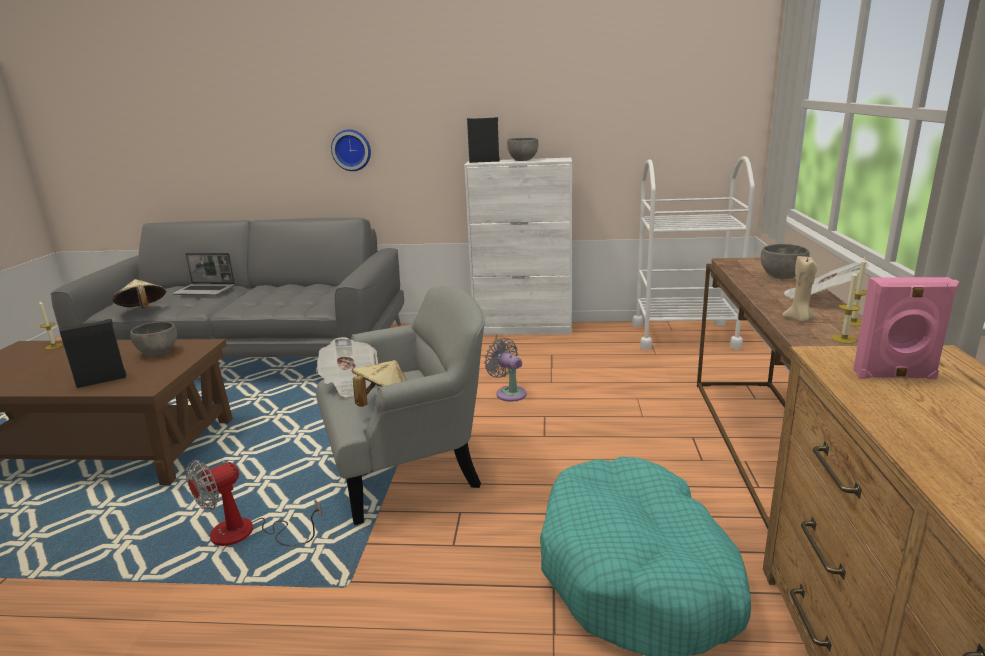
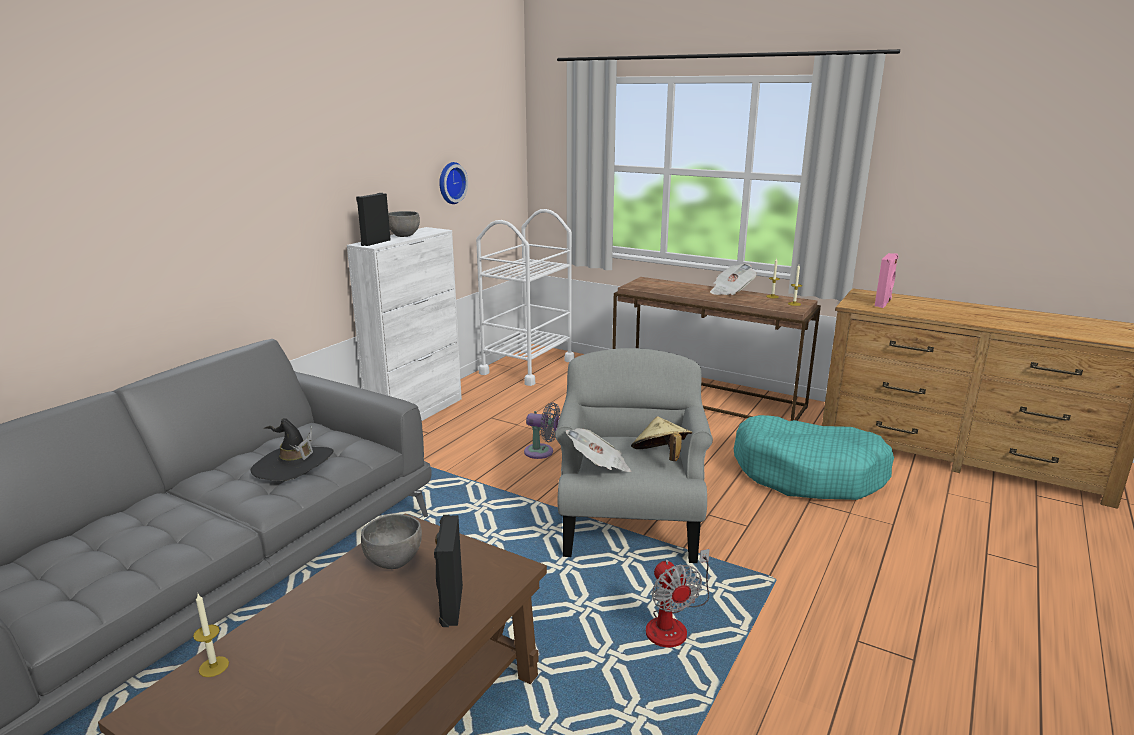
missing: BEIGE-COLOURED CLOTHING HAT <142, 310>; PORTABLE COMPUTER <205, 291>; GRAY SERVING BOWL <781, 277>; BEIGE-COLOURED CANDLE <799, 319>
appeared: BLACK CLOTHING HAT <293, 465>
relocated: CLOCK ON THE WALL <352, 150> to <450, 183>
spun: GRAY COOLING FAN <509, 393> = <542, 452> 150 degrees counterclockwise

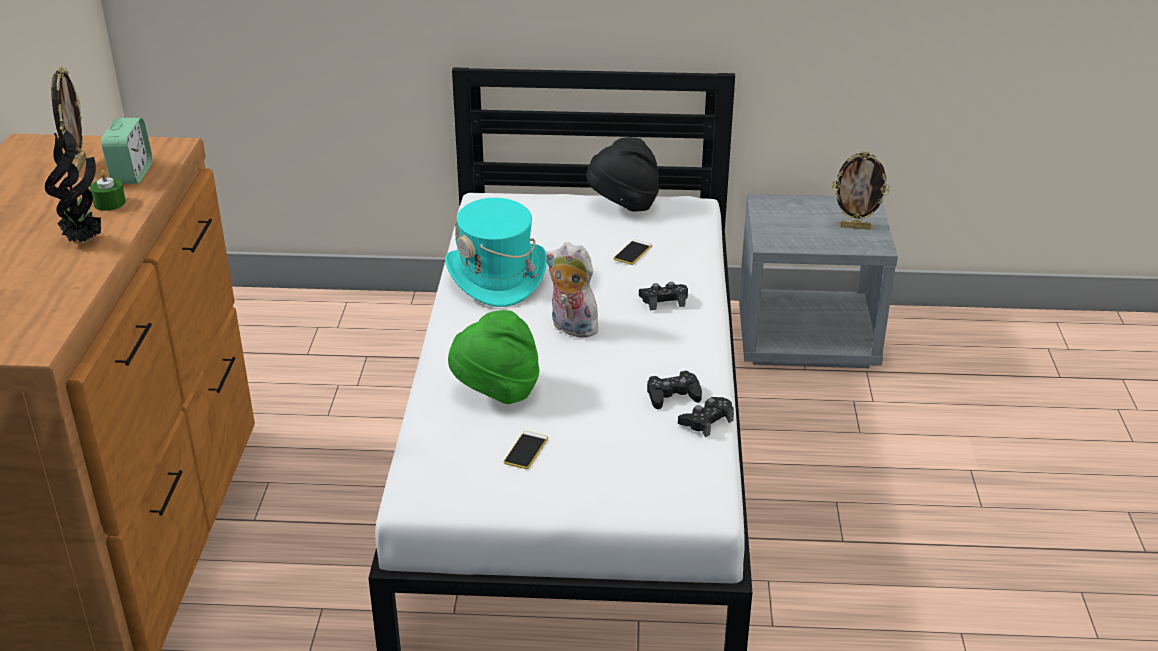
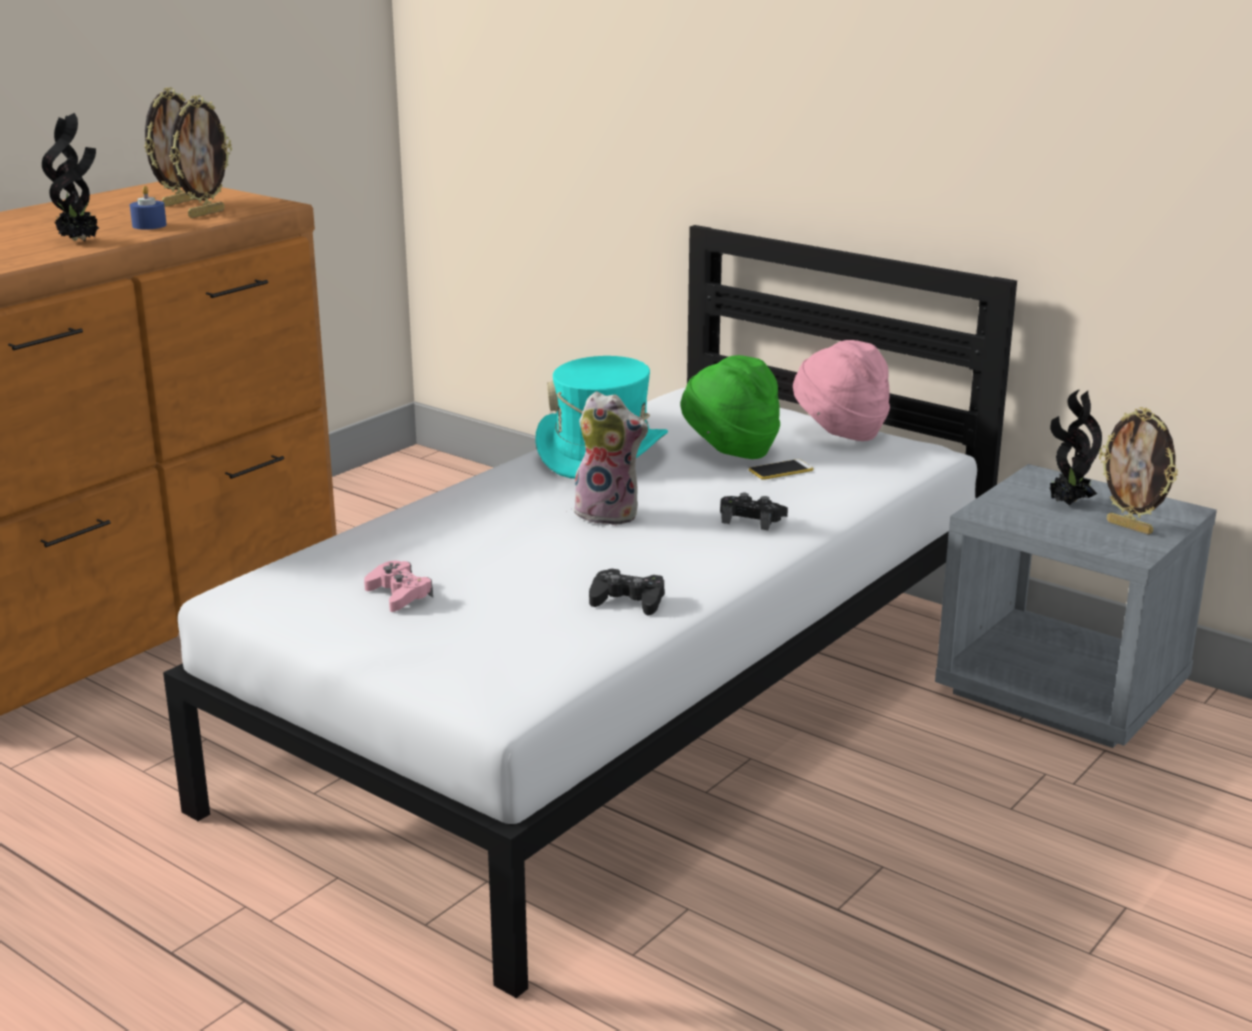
missing: BLACK GAME CONTROLLER <706, 421>
appeared: HOUSEPLANT <1067, 503>
relocated: GREENISH CLOTHING HAT <496, 392> to <730, 450>
exchanged: ALARM CLOCK <132, 174> to PHOTO FRAME <205, 213>; PHONE <526, 450> to PINKISH GAME CONTROLLER <399, 595>
colour: GREENISH CANDLE <109, 203> to BLUE-COLOURED CANDLE <149, 225>; BLACK CLOTHING HAT <623, 205> to PINKISH CLOTHING HAT <840, 432>
spun: SOFT TOY <571, 328> = <610, 513> 135 degrees clockwise

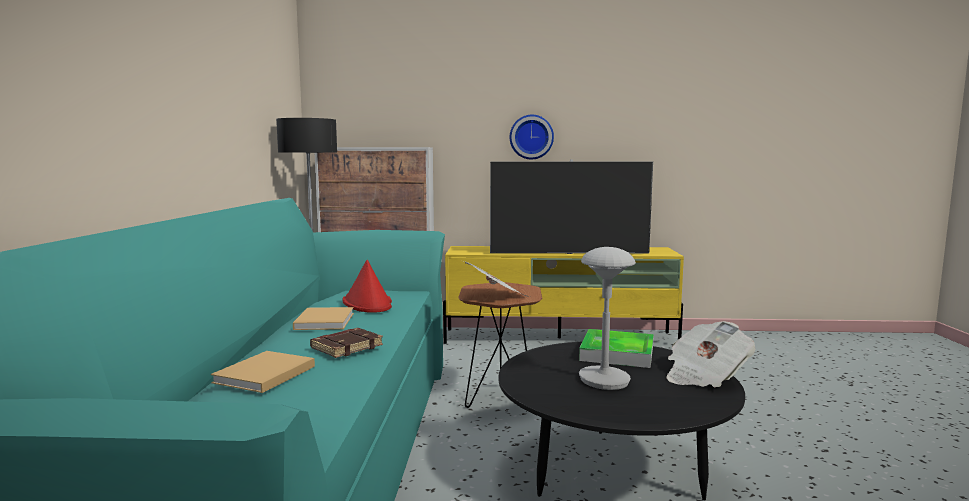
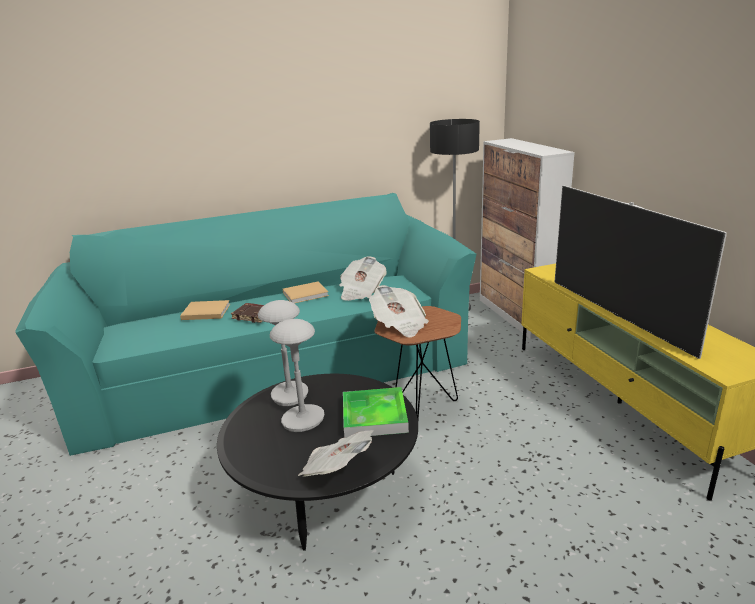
missing: CLOCK ON THE WALL <531, 137>
appeared: GRAY TABLETOP LAMP <289, 395>
exchanged: REDDISH CLOTHING HAT <367, 303> to NEWSPAPER <361, 291>

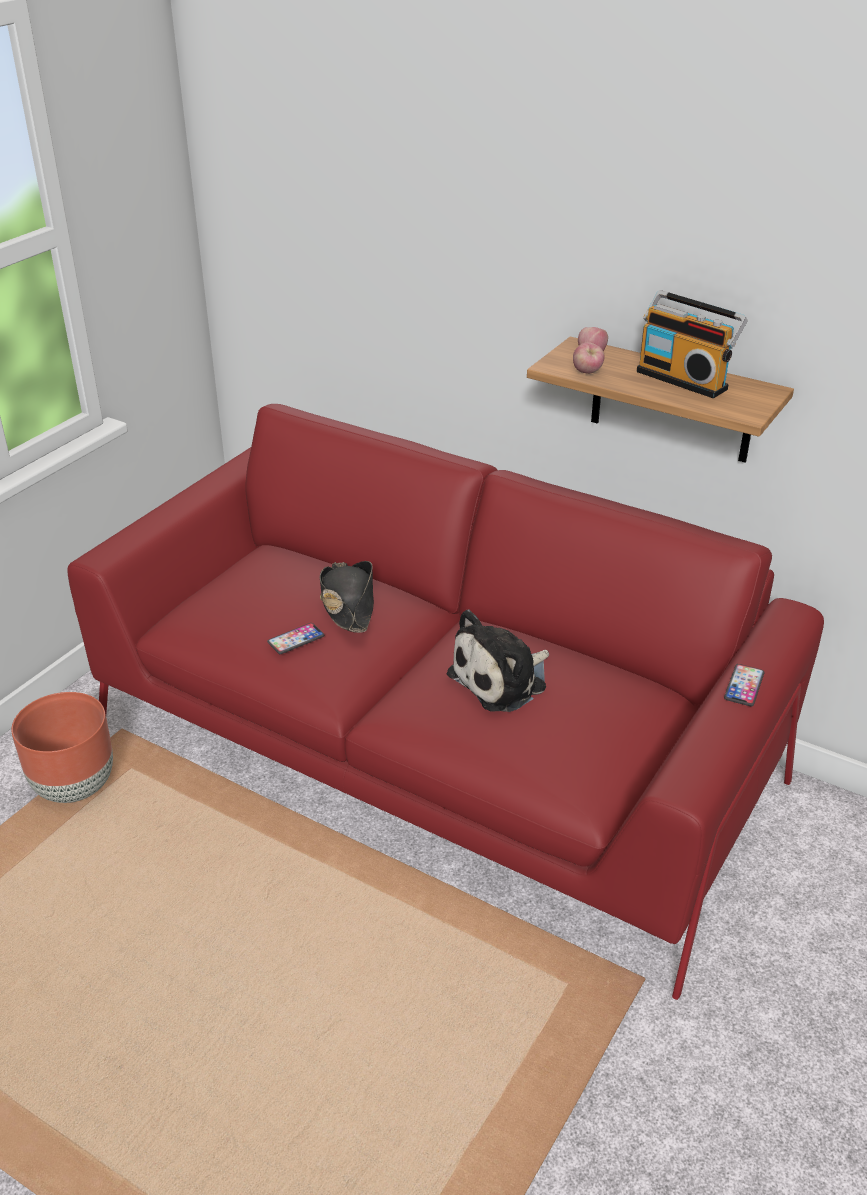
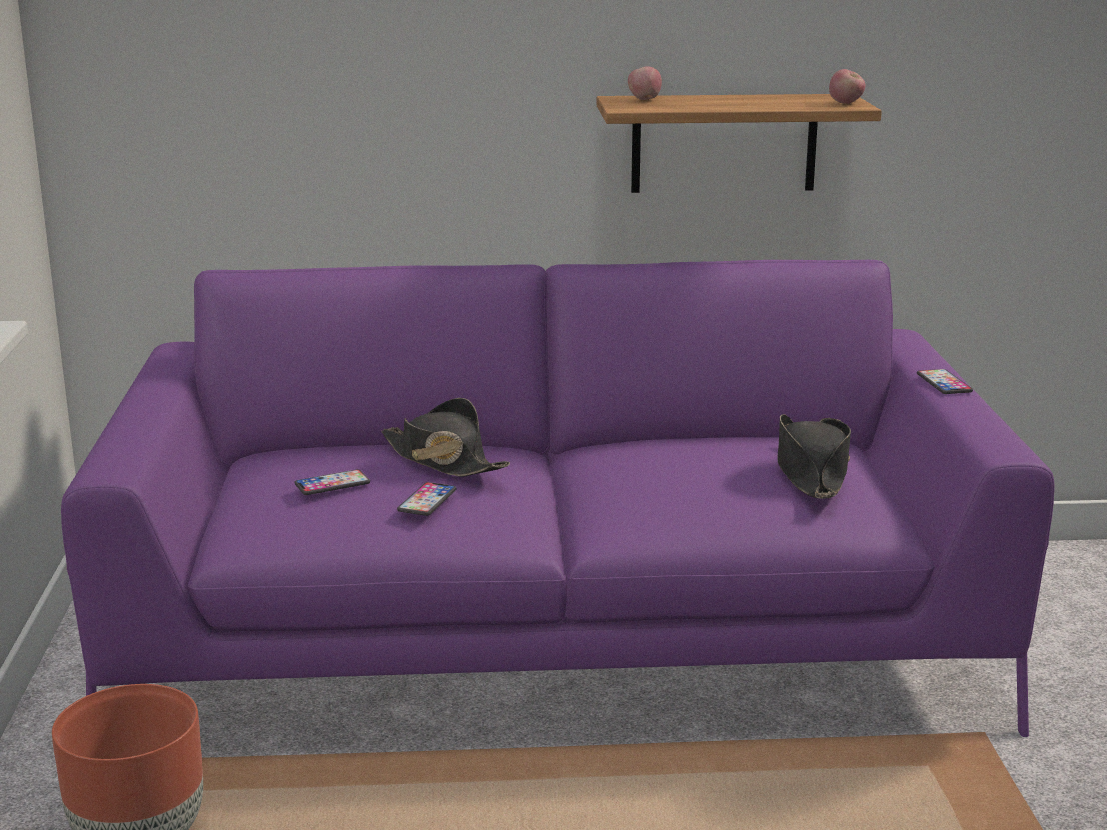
missing: SOFT TOY <502, 680>; RADIO RECEIVER <684, 379>
appeared: PHONE <332, 484>; BLACK CLOTHING HAT <811, 471>
relocated: APPLE FRUIT <587, 372> to <846, 103>
colour: REDDISH SOFA <434, 750> to PURPLE-COLOURED SOFA <554, 645>

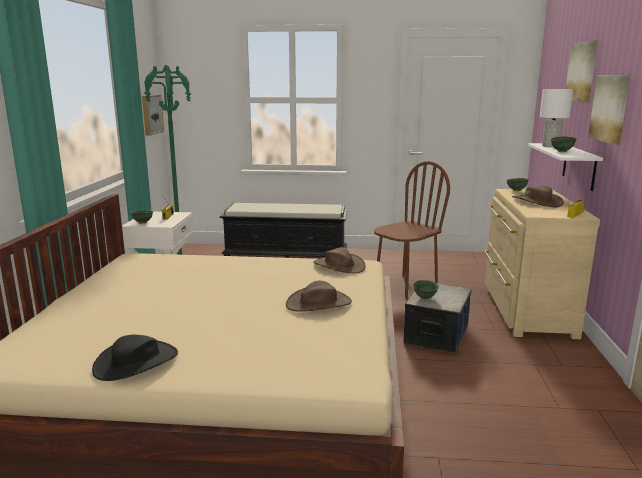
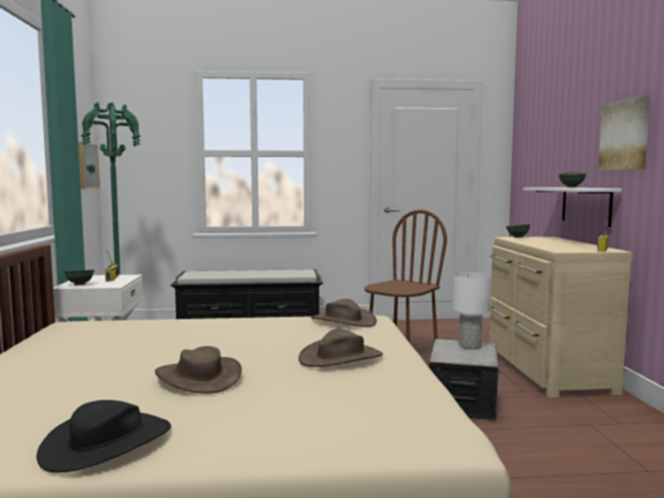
missing: GREENISH SERVING BOWL <425, 298>; WALL ART <582, 71>
relocated: BROWN CLOTHING HAT <537, 201> to <199, 377>; WHITE TABLETOP LAMP <550, 146> to <469, 346>

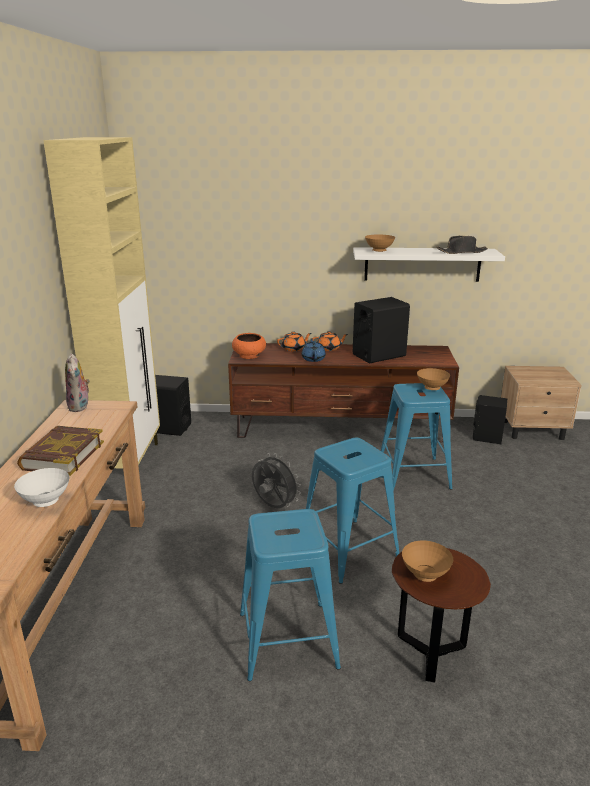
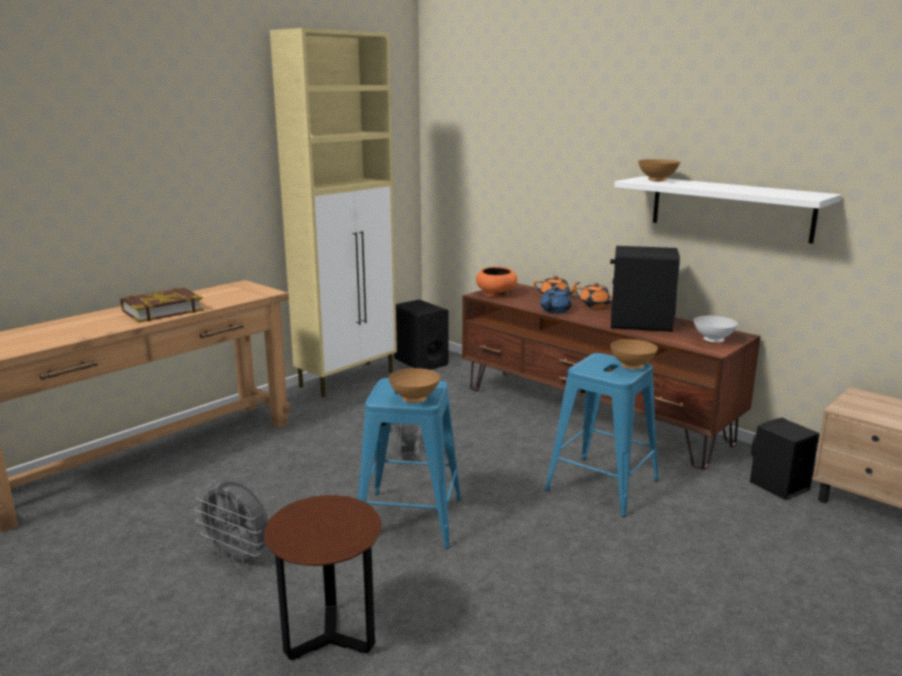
missing: SOFT TOY <80, 407>; BLACK CLOTHING HAT <461, 252>
relocated: WHITE SERVING BOWL <45, 501> to <713, 340>; BROWN SERVING BOWL <426, 575> to <415, 400>
exchanged: BLUE-COLOURED STOOL <287, 640> to GRAY COOLING FAN <239, 557>

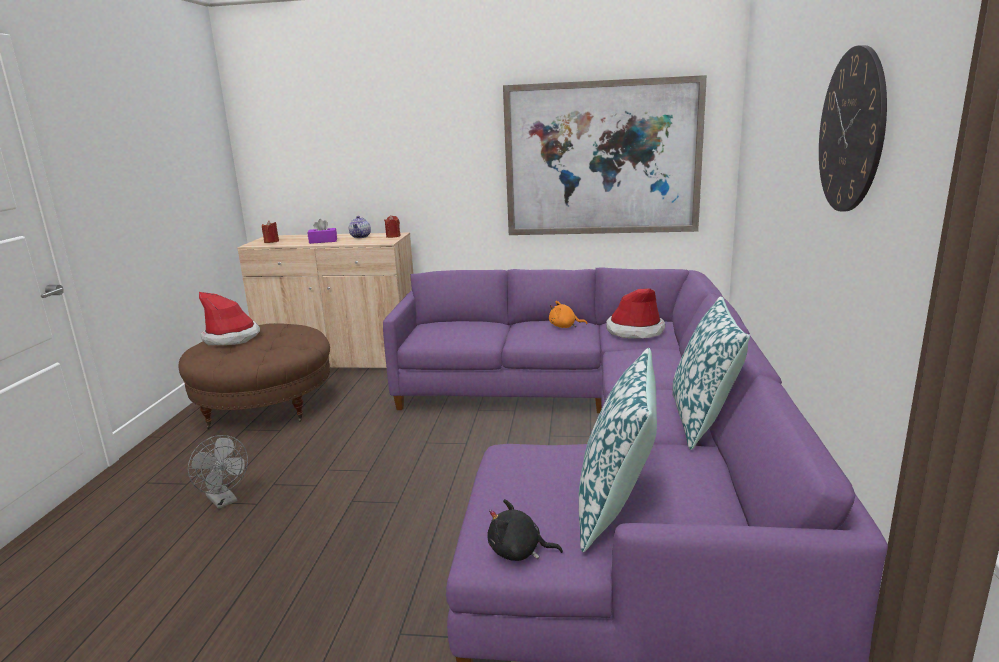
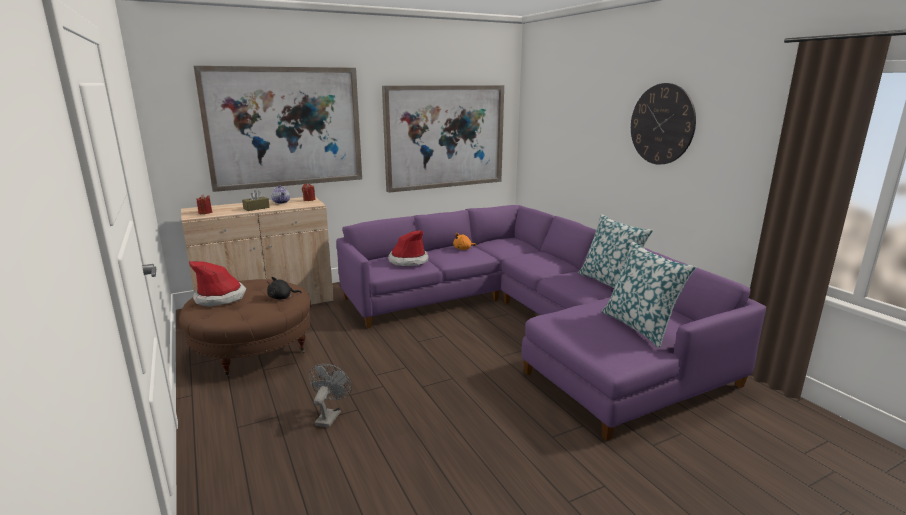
appeared: WALL ART <284, 127>
relocated: BLACK SOFT TOY <518, 552> to <282, 298>; CLOTHING HAT <635, 331> to <408, 260>
colour: PURPLE-COLOURED TISSUE BOX <323, 241> to BROWN TISSUE BOX <256, 208>
spun: GRAY COOLING FAN <224, 501> = <329, 416> 90 degrees counterclockwise

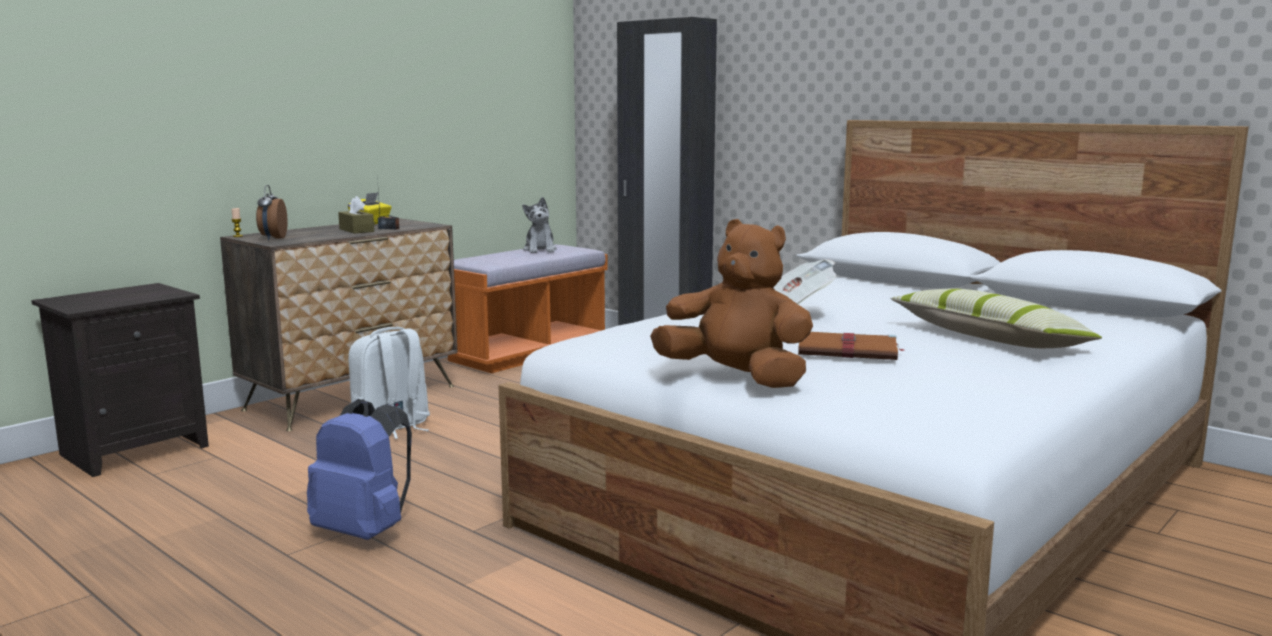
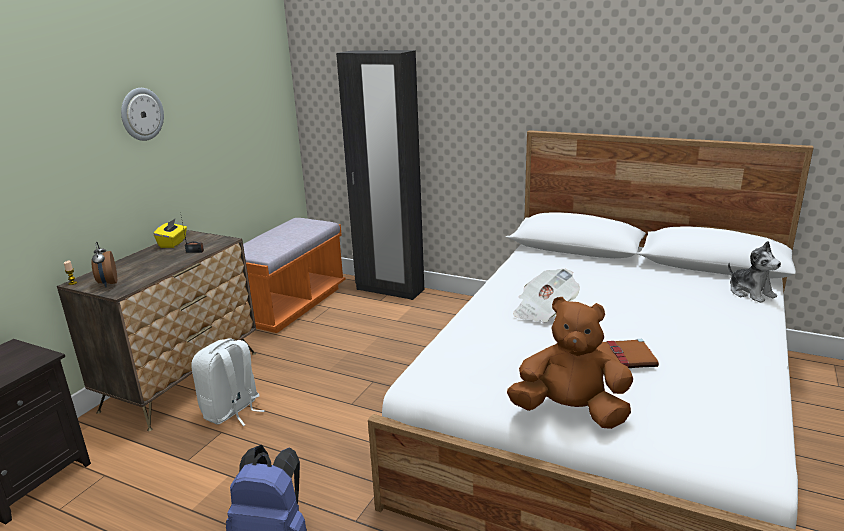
missing: BROWN TISSUE BOX <356, 230>; PILLOW <989, 339>
appeared: CLOCK ON THE WALL <141, 114>
relocated: SOFT TOY <540, 250> to <750, 293>

